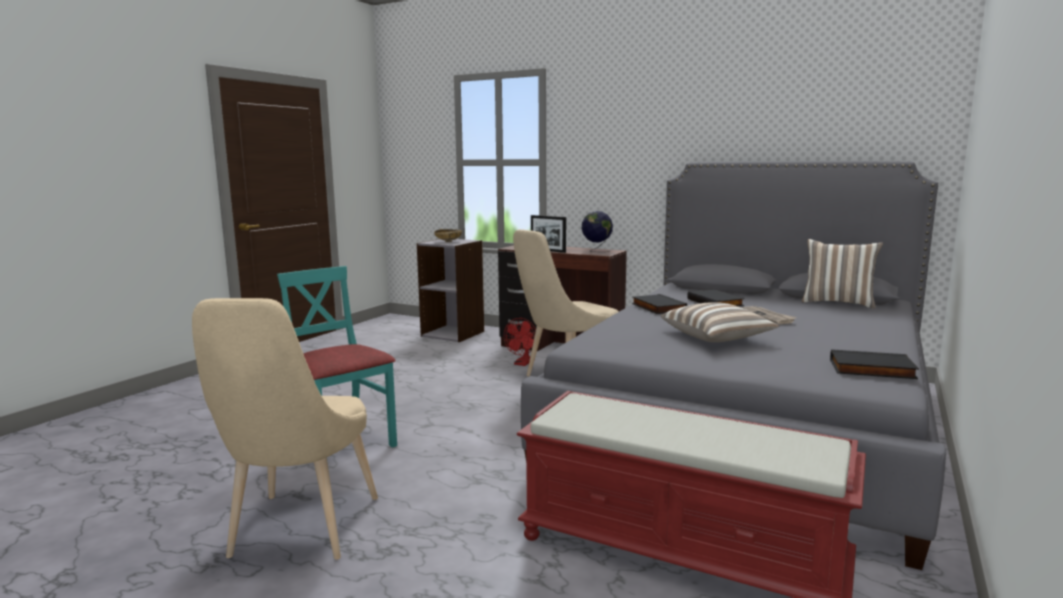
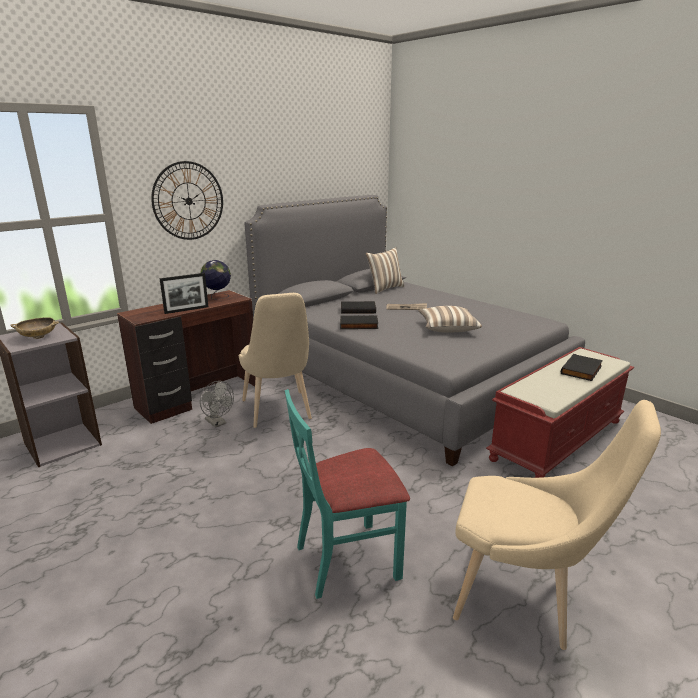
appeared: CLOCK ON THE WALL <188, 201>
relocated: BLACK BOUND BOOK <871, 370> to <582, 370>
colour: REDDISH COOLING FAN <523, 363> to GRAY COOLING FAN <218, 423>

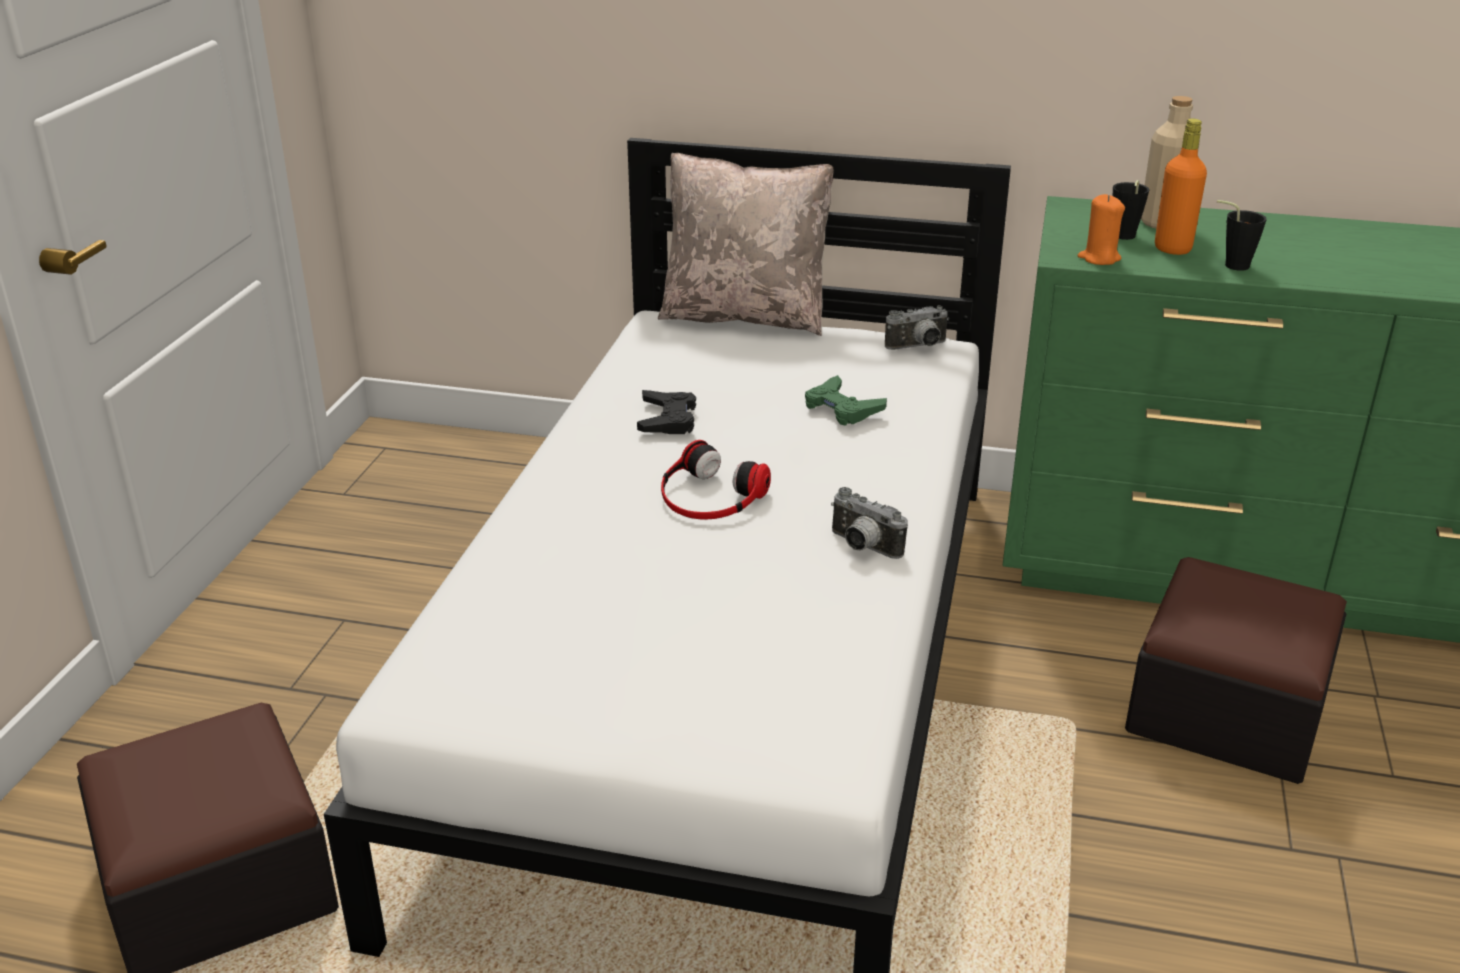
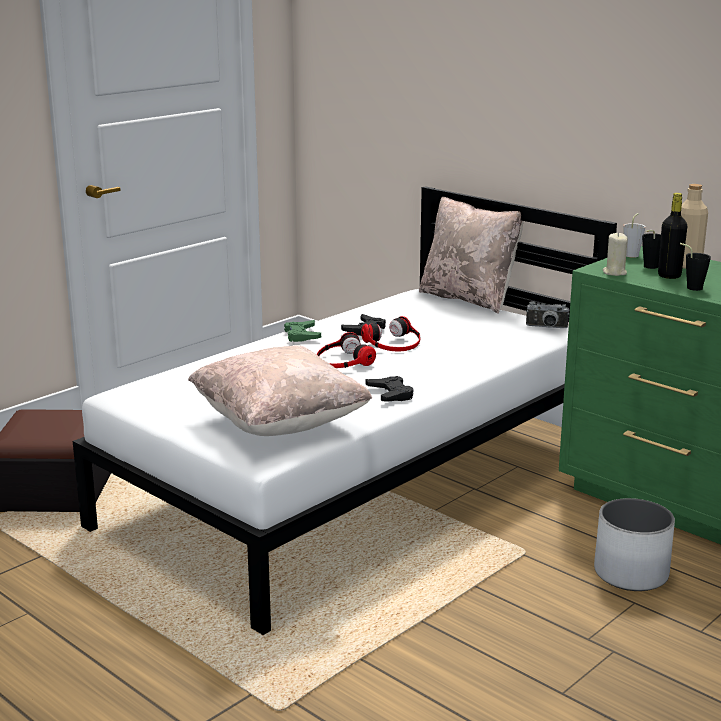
appeared: BEIGE-COLOURED PILLOW <280, 423>; PAIR OF HEADPHONES <393, 343>; GRAY SMALL CUP <633, 254>
relocated: GREENISH GAME CONTROLLER <842, 408> to <302, 335>
exchanged: STILL CAMERA <861, 547> to BLACK GAME CONTROLLER <390, 394>; OTTOMAN <1227, 709> to WHITE PLANTER <631, 573>
colour: ORANGE CANDLE <1099, 258> to BEIGE-COLOURED CANDLE <614, 272>; ORANGE DRINK BOTTLE <1172, 248> to BLACK DRINK BOTTLE <669, 276>

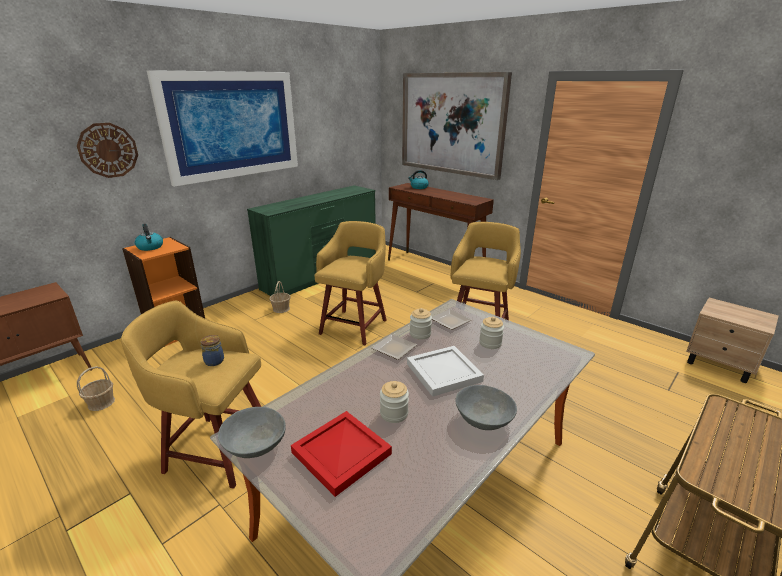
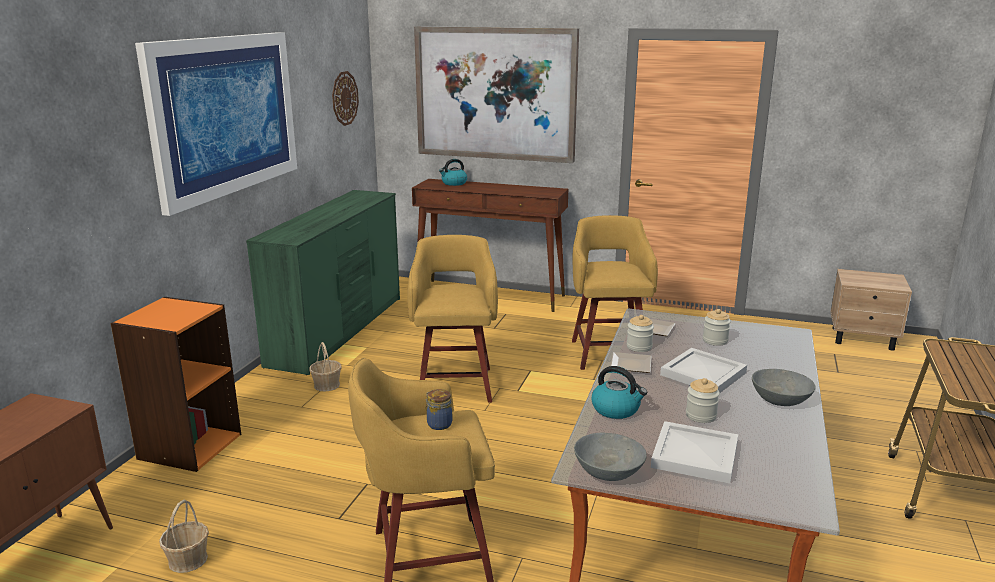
relocated: CLOCK ON THE WALL <108, 150> to <344, 98>; KETTLE <150, 247> to <616, 409>
colour: REDDISH CARRYING TRAY <341, 454> to WHITE CARRYING TRAY <696, 456>

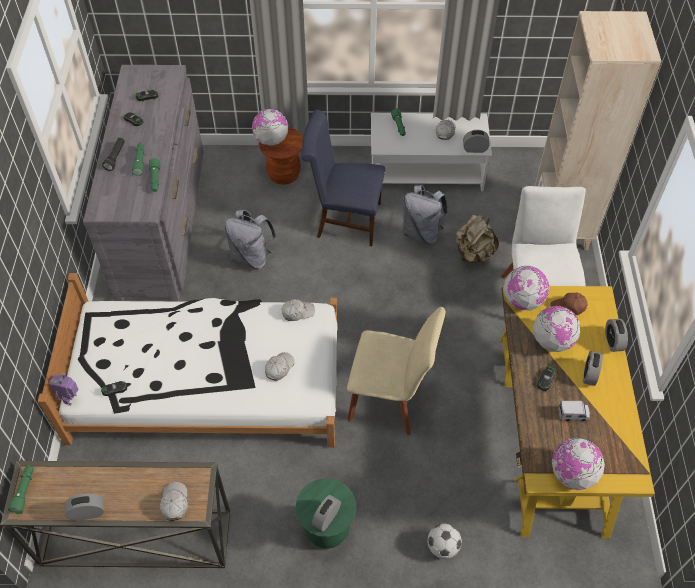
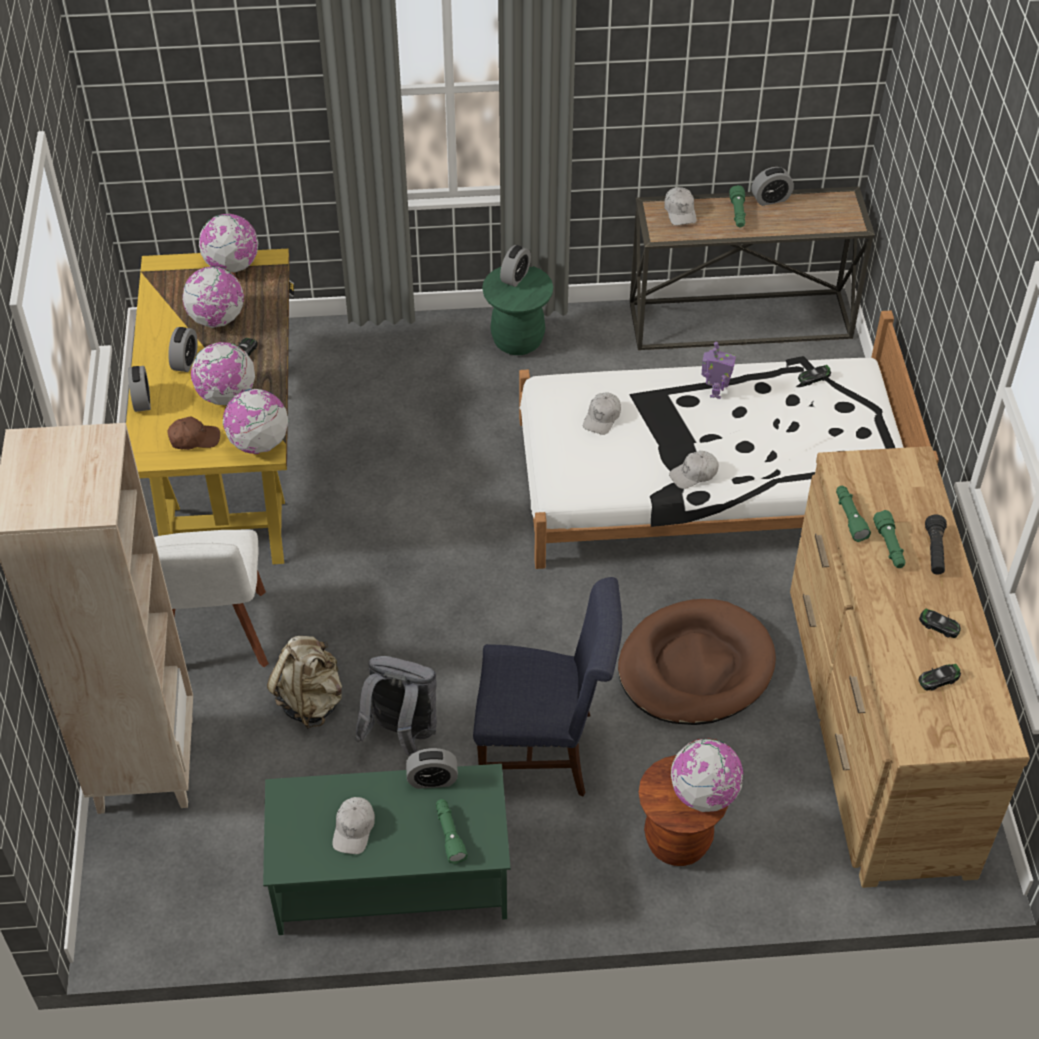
missing: BEIGE-COLOURED UPRIGHT CHAIR <390, 399>; FOOTBALL <443, 546>
relocated: GREENISH TORCH <24, 491> to <738, 213>; MODEL ROBOT <71, 399> to <715, 392>; WHITE PEAKED CAP <297, 312> to <694, 474>; ALARM CLOCK <475, 149> to <432, 780>
exchanged: GRAY BACKPACK <252, 257> to BROWN DOG CUSHION <695, 667>; TOY LORRY <573, 414> to GLOBE <217, 319>
colour: GRAY CHEST OF DRAWERS <162, 220> to BROWN CHEST OF DRAWERS <877, 724>; WHITE LOW TABLE <425, 170> to GREENISH LOW TABLE <393, 875>

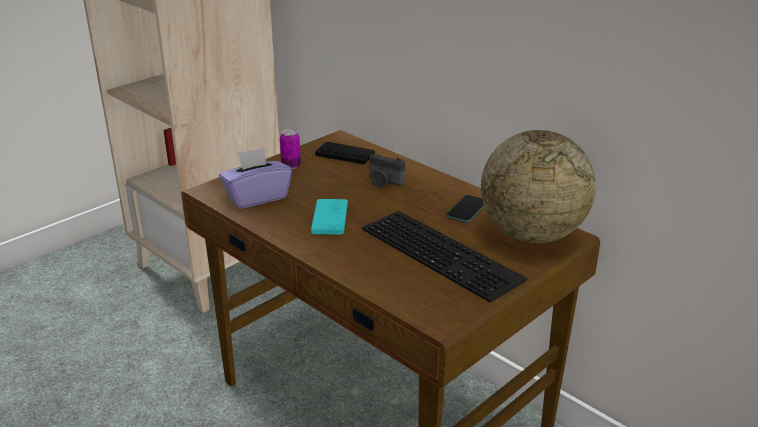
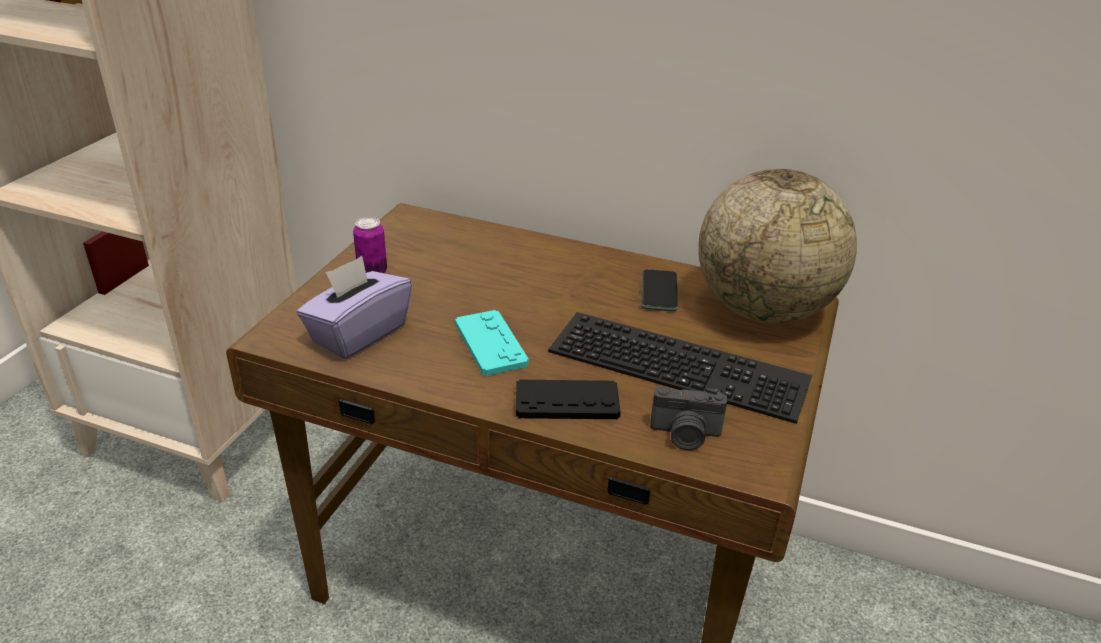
relocated: BLACK GAME CONTROLLER <345, 154> to <567, 402>; STILL CAMERA <384, 182> to <685, 435>

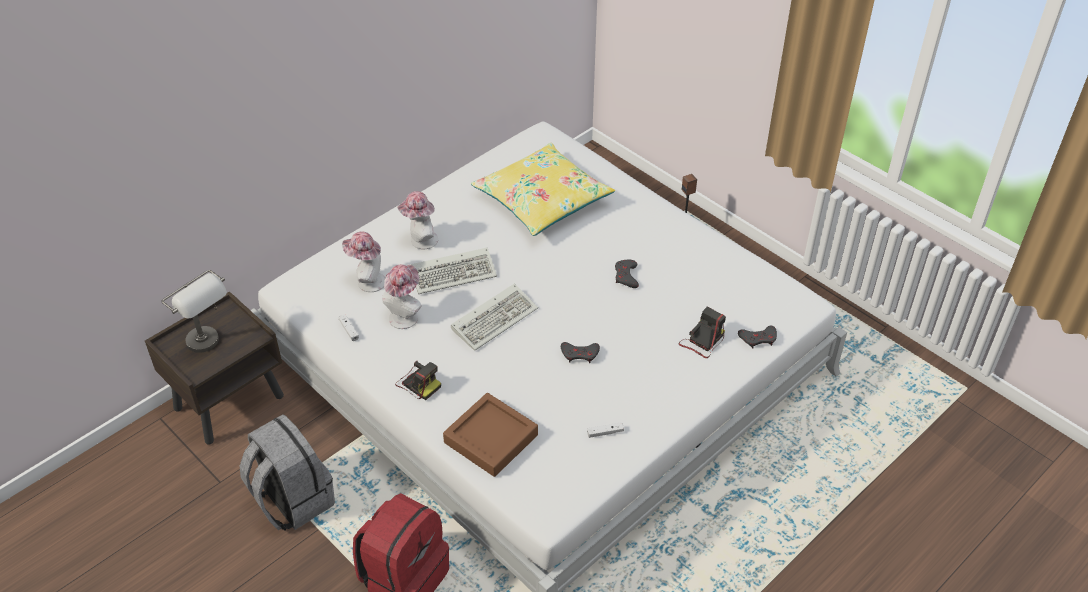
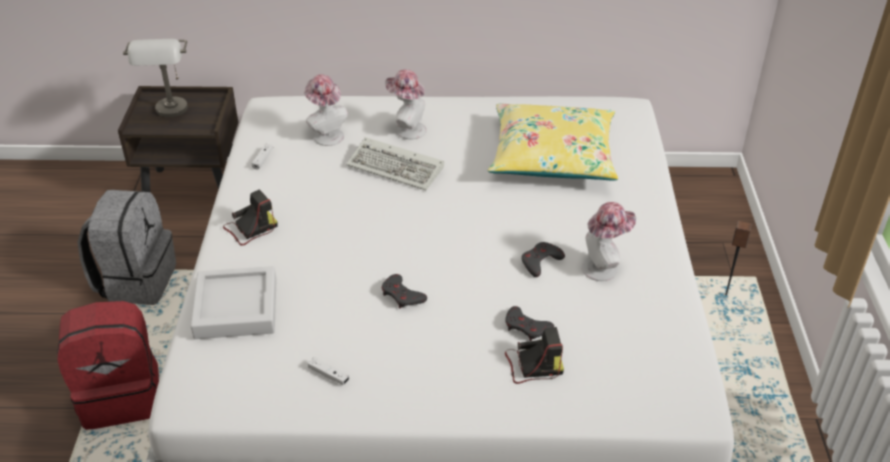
missing: PC KEYBOARD <495, 318>
relocated: CLOTHING HAT <405, 315> to <604, 267>; GRAY GAME CONTROLLER <758, 339> to <527, 327>
colour: BROWN CARRYING TRAY <491, 439> to GRAY CARRYING TRAY <236, 308>
spun: STILL CAMERA <418, 383> = <250, 229> 120 degrees counterclockwise

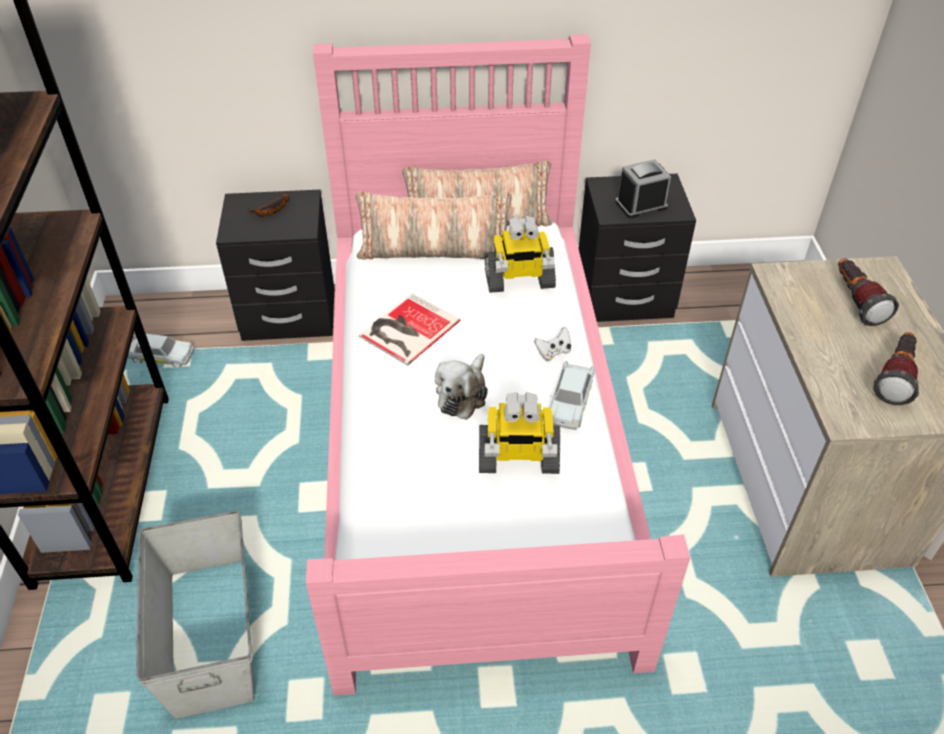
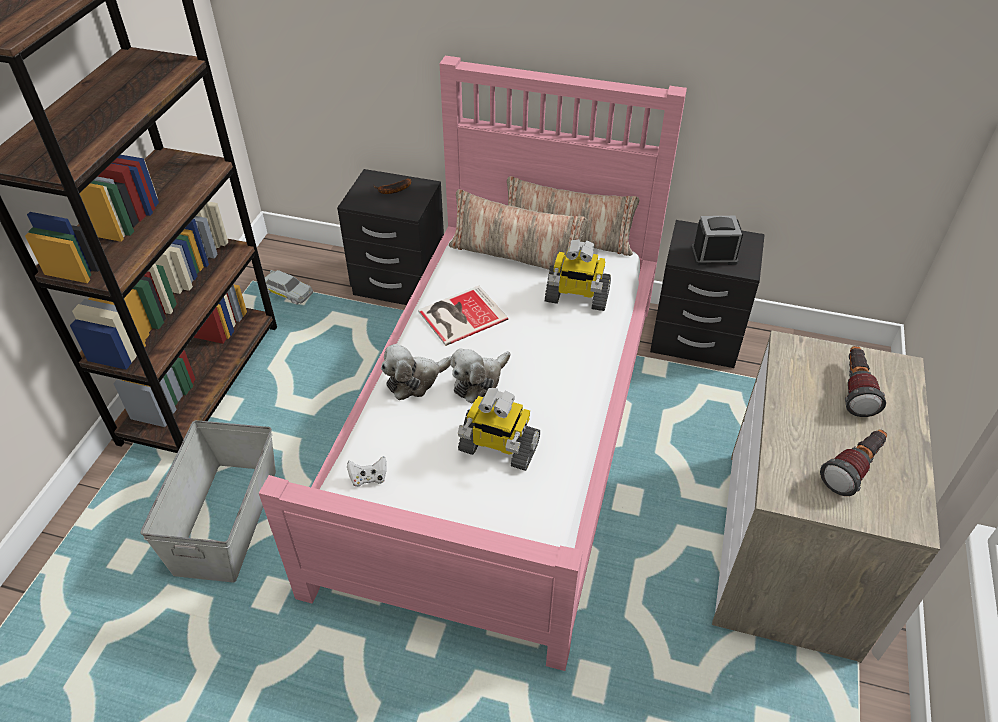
missing: WHITE MINIATURE CAR <570, 402>
appeared: SOFT TOY <415, 380>
relocated: WHITE GAME CONTROLLER <553, 352> to <368, 478>

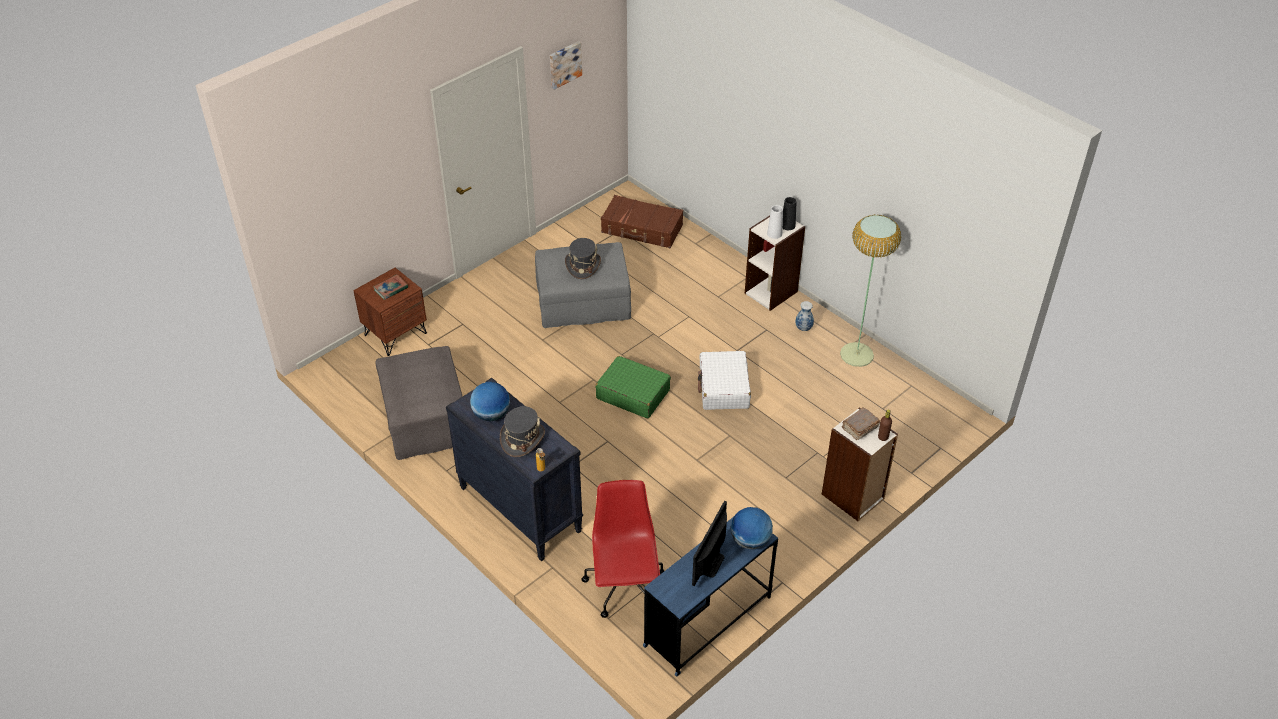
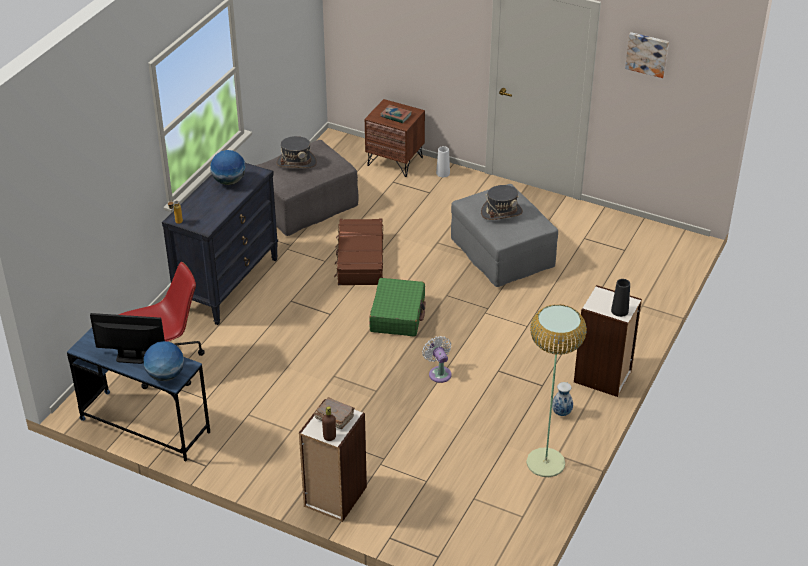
relocated: GRAY CLOTHING HAT <522, 439> to <296, 162>; BROWN PIECE OF LUGGAGE <642, 229> to <359, 260>; WHITE FLOWER VASE <774, 233> to <443, 173>
exchanged: WHITE PIECE OF LUGGAGE <723, 388> to WHITE COOLING FAN <439, 373>

